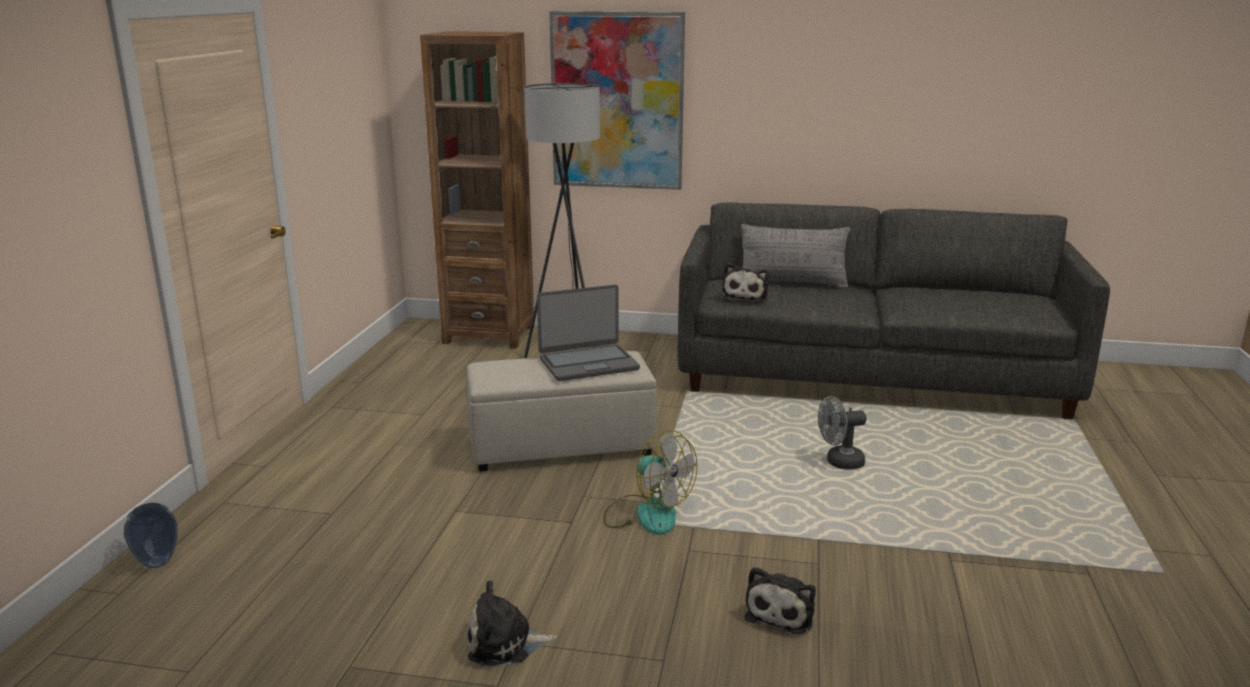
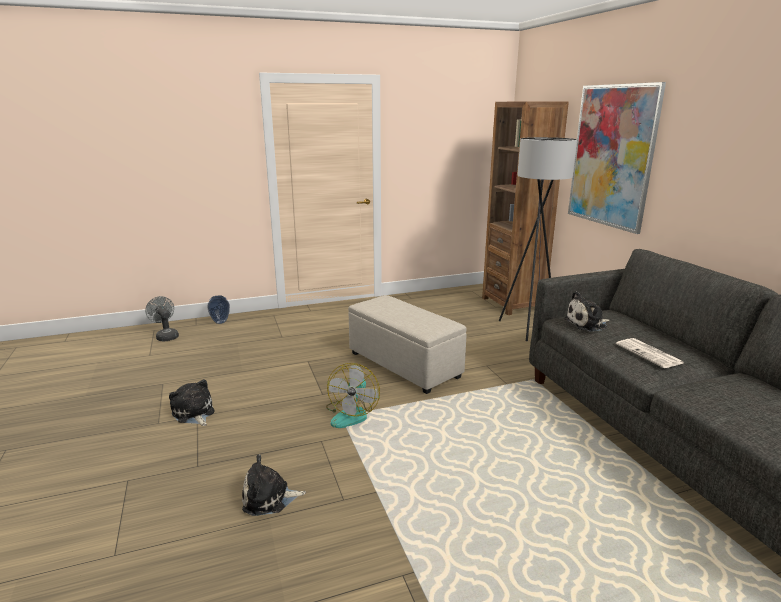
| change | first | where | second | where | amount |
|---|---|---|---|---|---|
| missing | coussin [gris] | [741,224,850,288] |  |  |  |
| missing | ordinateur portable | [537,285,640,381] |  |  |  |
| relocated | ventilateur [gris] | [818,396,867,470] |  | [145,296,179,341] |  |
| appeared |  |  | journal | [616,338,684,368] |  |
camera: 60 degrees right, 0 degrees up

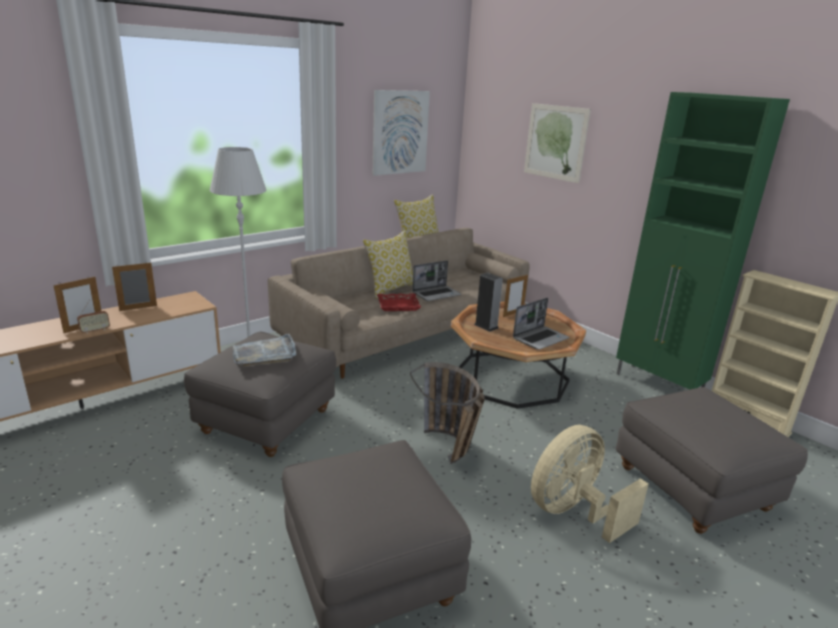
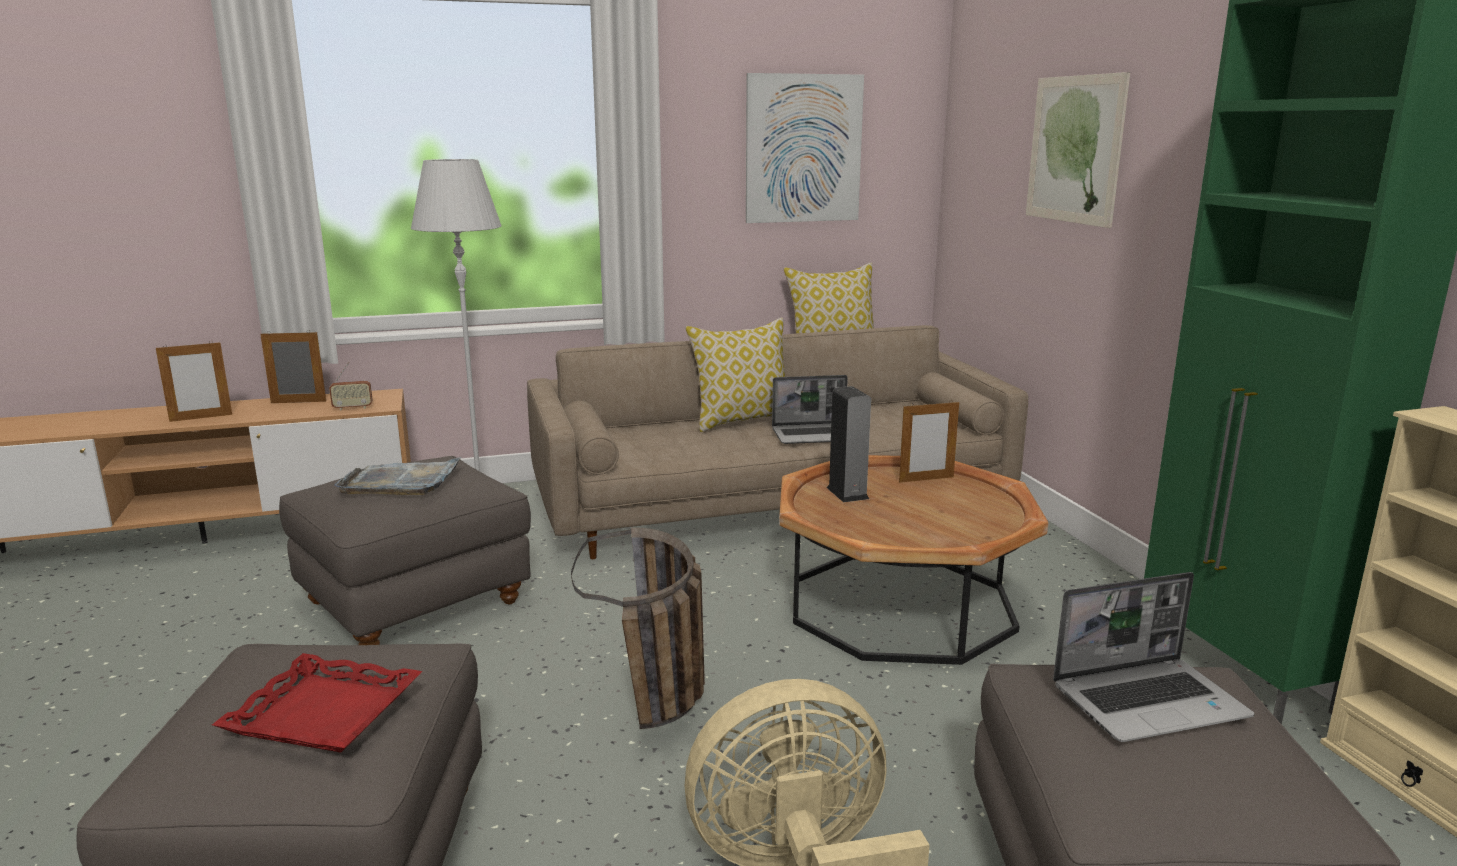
| change | first | where | second | where | amount |
|---|---|---|---|---|---|
| relocated | plateau [rouge] | [377,293,421,311] |  | [212,653,422,753] |  |
| relocated | ordinateur portable | [513,298,570,350] |  | [1053,572,1254,742] |  |
| relocated | radio | [77,300,110,334] |  | [329,362,373,410] |  |
camera: 25 degrees right, 5 degrees down

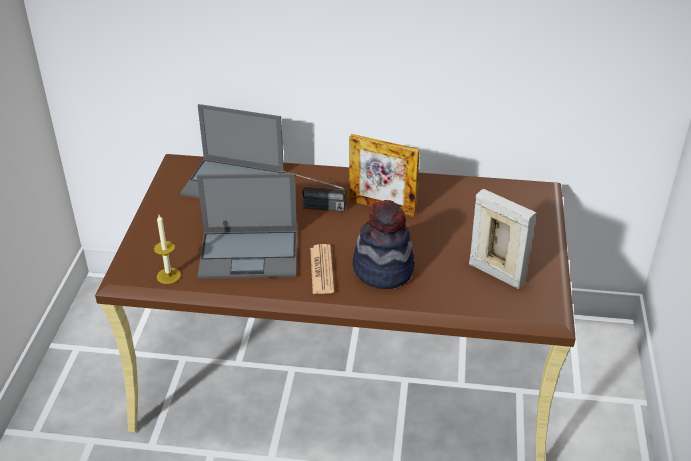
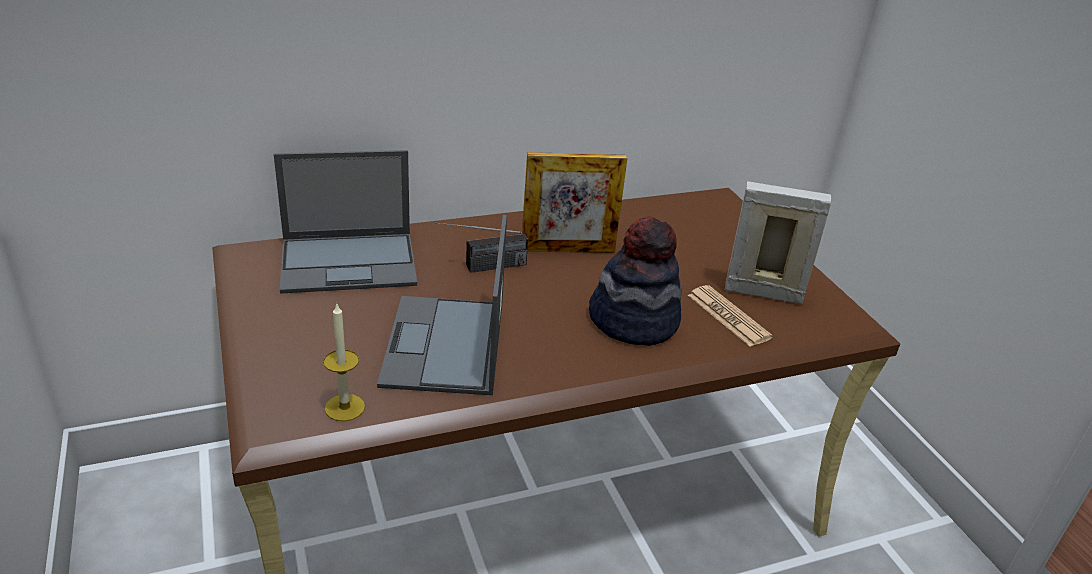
| change | first | where | second | where | amount |
|---|---|---|---|---|---|
| spun | ordinateur portable | [197,173,297,279] |  | [377,215,507,395] | 120 degrees clockwise |
| relocated | journal | [310,244,334,294] |  | [688,285,773,347] |  |
camera: 30 degrees left, 5 degrees down

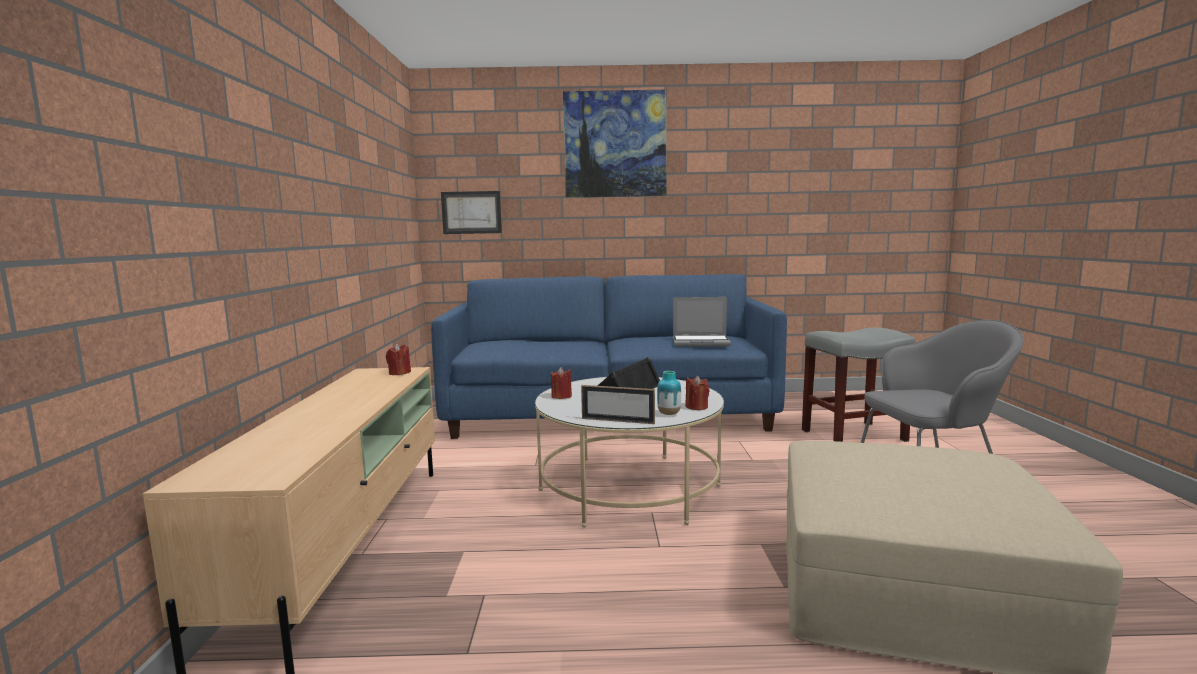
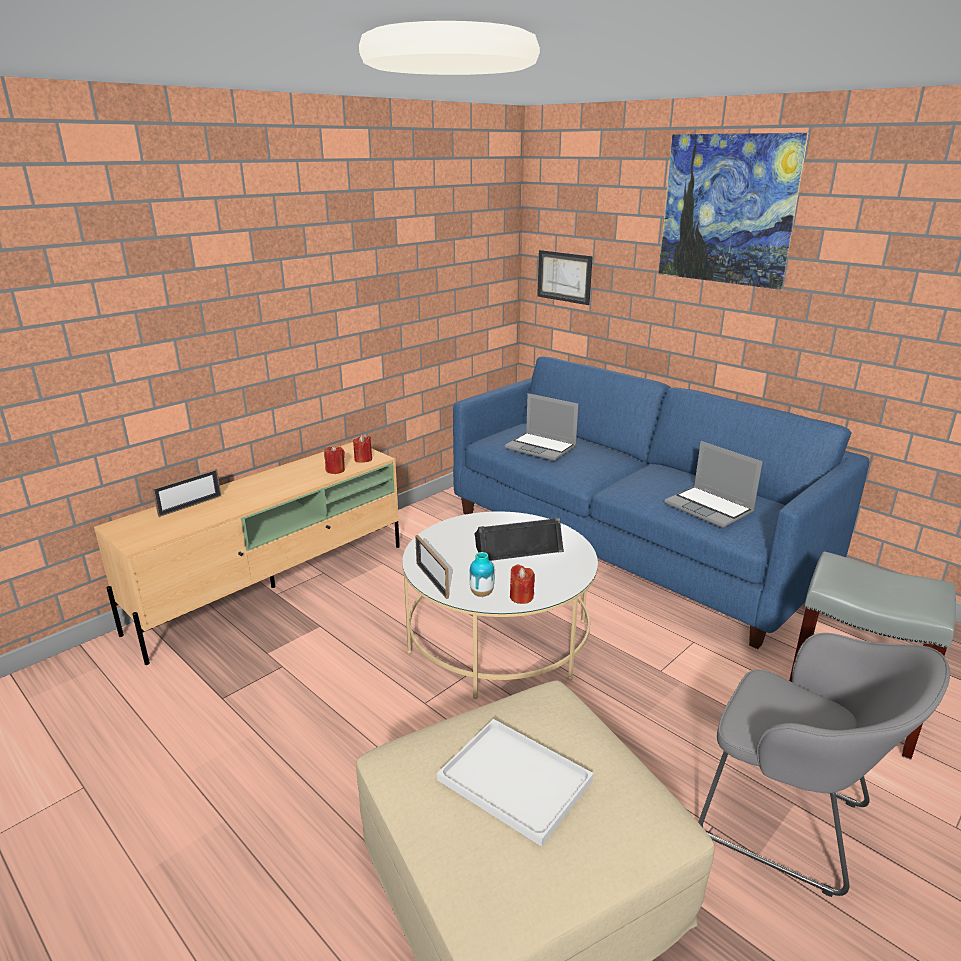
| change | first | where | second | where | amount |
|---|---|---|---|---|---|
| relocated | bougie [rouge] | [551,367,572,399] |  | [324,445,345,474] |  |
| appeared |  |  | ordinateur portable | [505,393,578,461] |  |
| appeared |  |  | cadre photo | [152,469,221,517] |  |
| appeared |  |  | plateau [blanc] | [437,719,594,846] |  |
camera: 45 degrees right, 15 degrees up

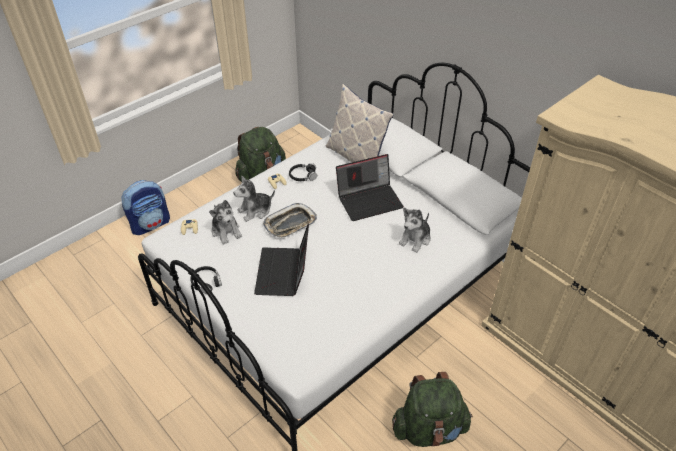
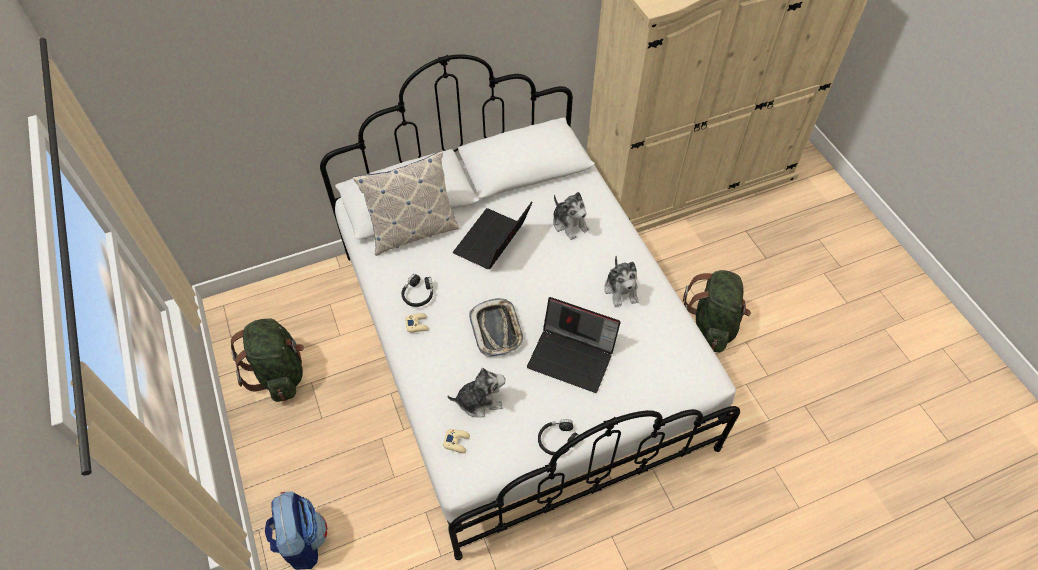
| change | first | where | second | where | amount |
|---|---|---|---|---|---|
| spun | ordinateur portable | [336,154,404,221] |  | [453,201,533,269] | 150 degrees counterclockwise |
| relocated | peluche | [233,176,275,222] |  | [604,255,639,307] |  |
camera: 70 degrees left, 10 degrees up

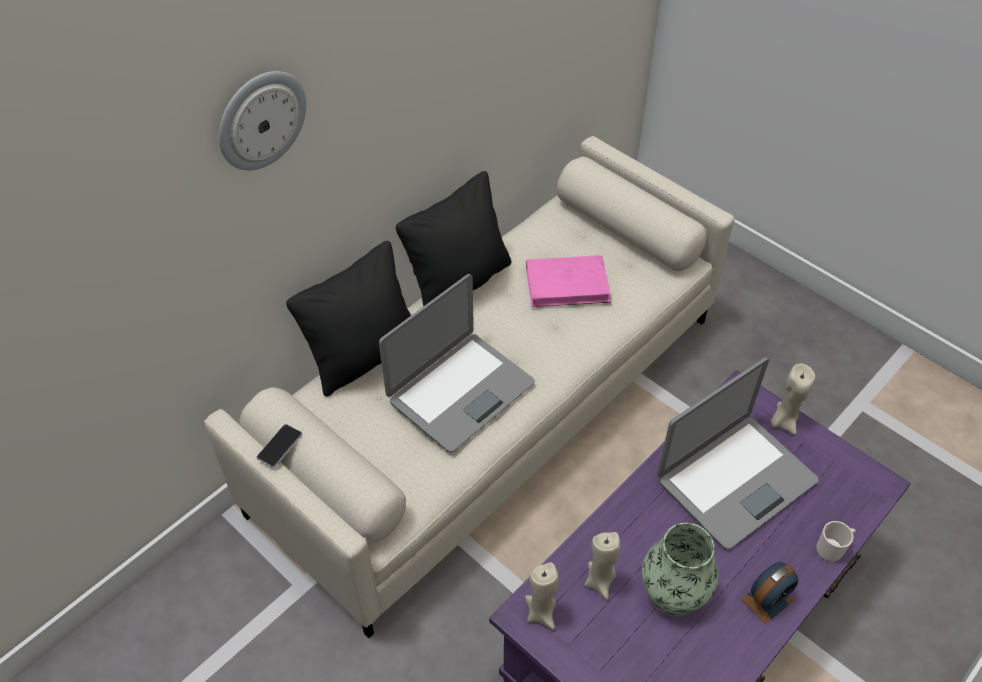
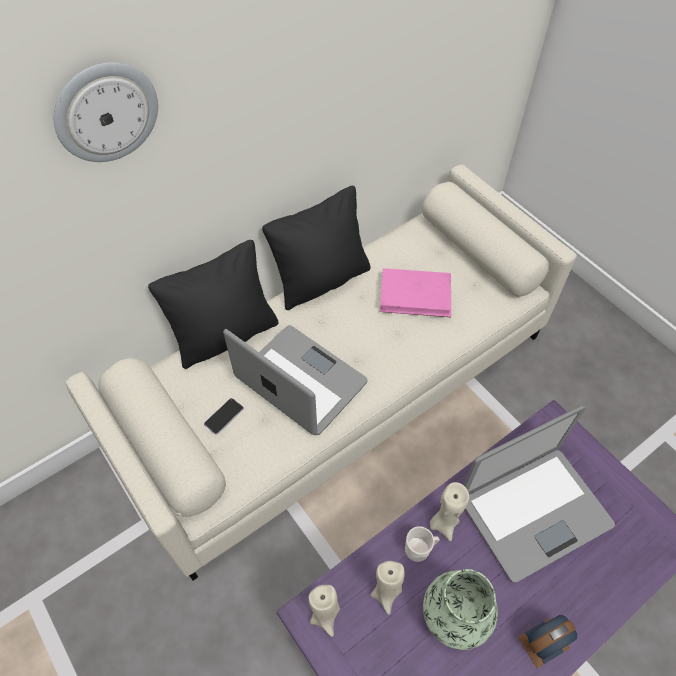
| change | first | where | second | where | amount |
|---|---|---|---|---|---|
| spun | ordinateur portable | [379,274,535,452] |  | [223,325,368,435] | 105 degrees counterclockwise |
| relocated | bougie [beige] | [770,364,815,435] |  | [430,482,469,541] |  |
| relocated | téléphone | [257,424,302,467] |  | [204,398,244,435] |  |
| relocated | mug | [816,521,856,562] |  | [405,526,440,562] |  |
camera: 10 degrees right, 5 degrees up

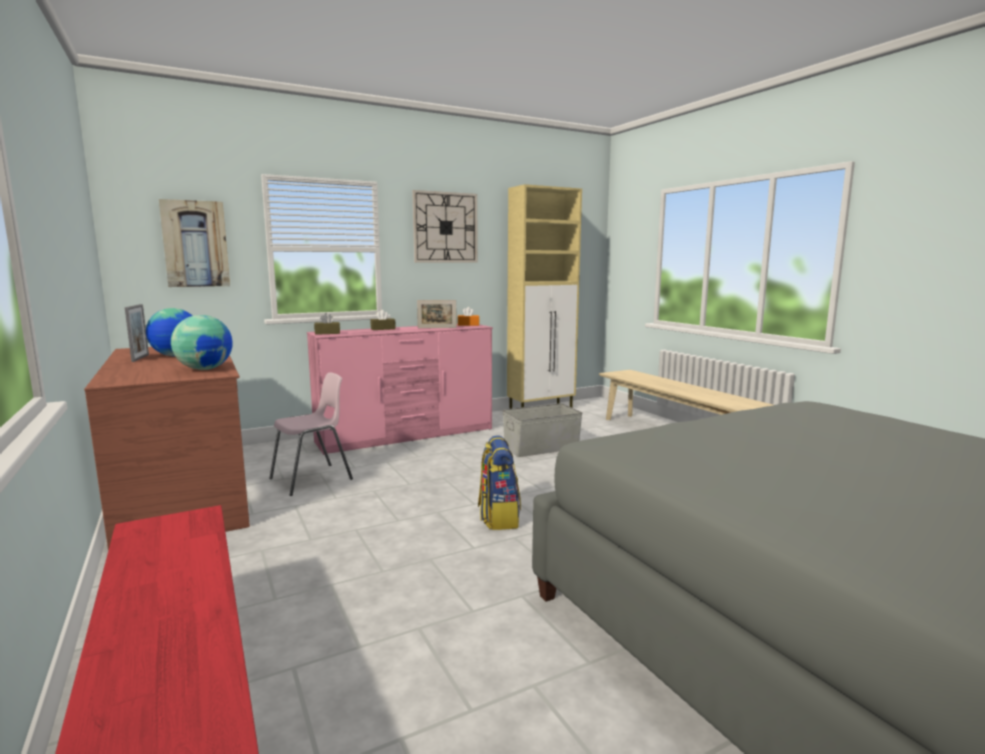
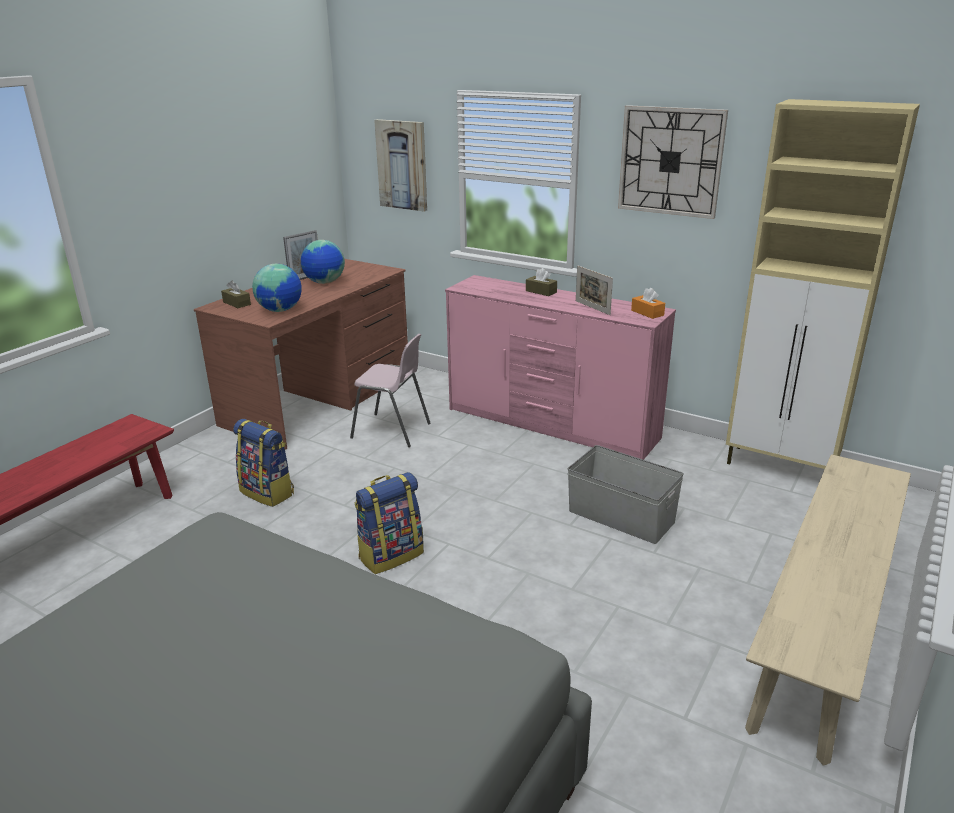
| change | first | where | second | where | amount |
|---|---|---|---|---|---|
| relocated | boîte à mouchoirs [marron] | [314,313,340,335] |  | [221,281,251,308] |  |
| appeared |  |  | sac à dos | [233,419,294,507] |  |
camera: 60 degrees right, 15 degrees up

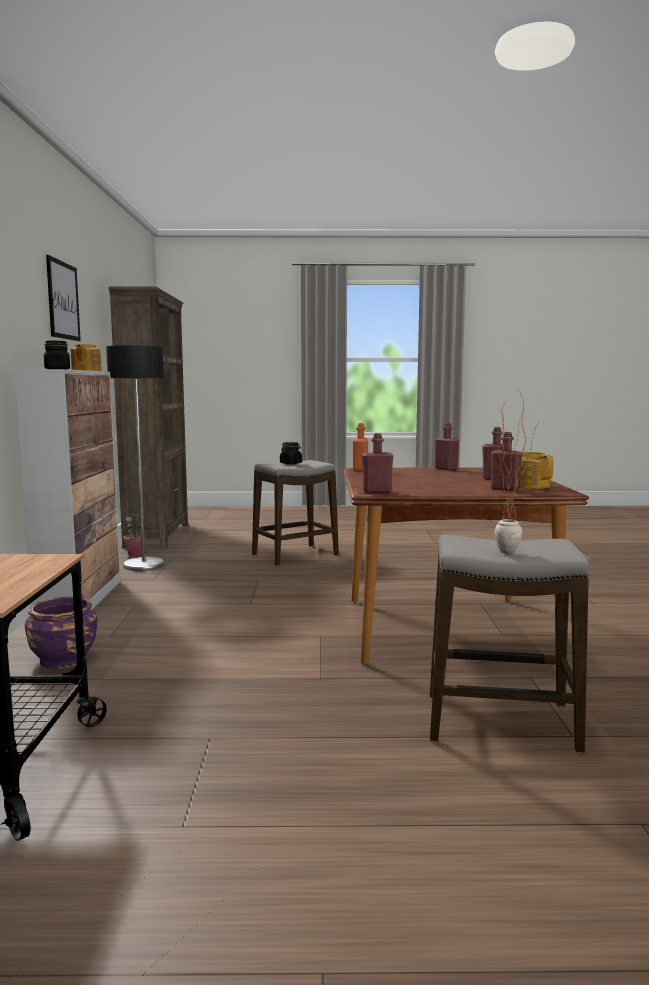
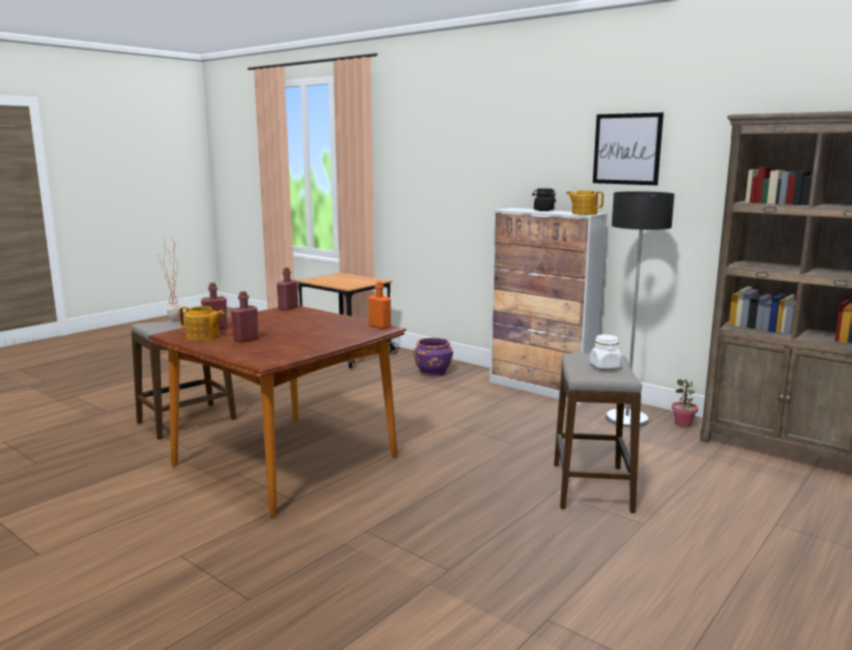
| change | first | where | second | where | amount |
|---|---|---|---|---|---|
| missing | bouteille [rouge] | [435,423,459,471] |  |  |  |
| colour | bocal [noir] | [280,442,302,464] | bocal [blanc] | [590,335,622,369] |  |
camera: 130 degrees right, 5 degrees up

